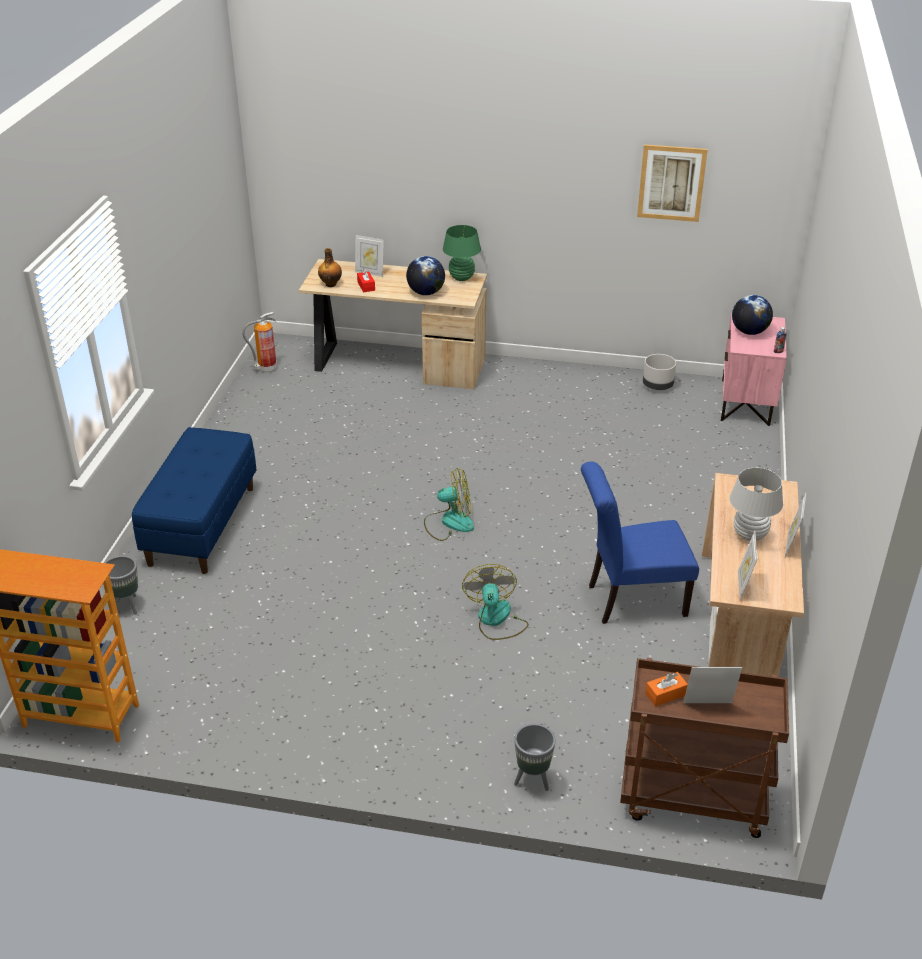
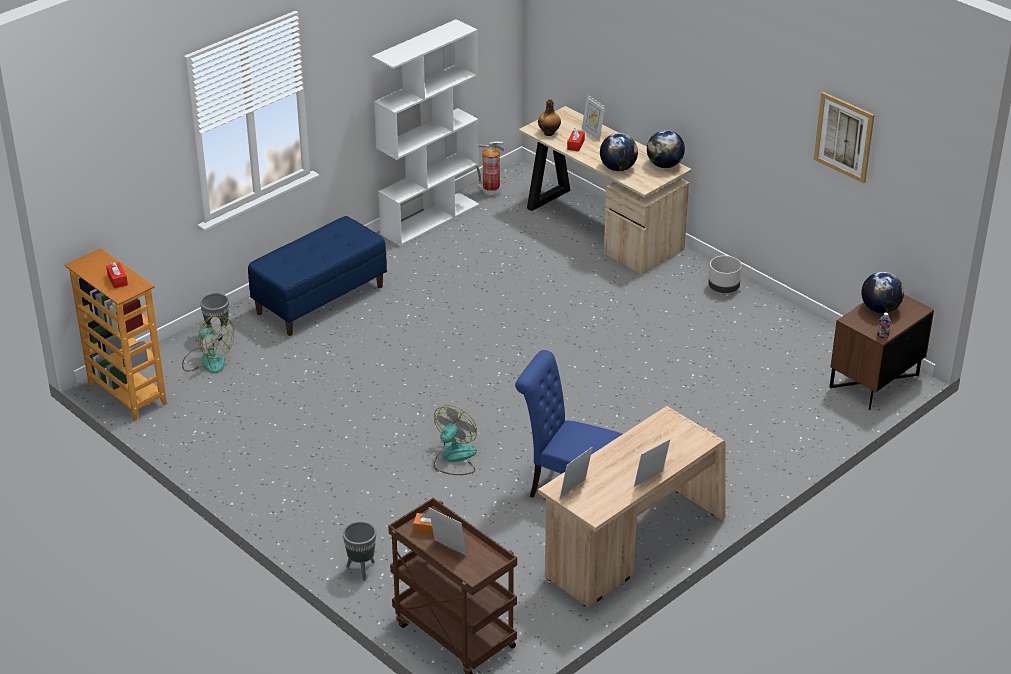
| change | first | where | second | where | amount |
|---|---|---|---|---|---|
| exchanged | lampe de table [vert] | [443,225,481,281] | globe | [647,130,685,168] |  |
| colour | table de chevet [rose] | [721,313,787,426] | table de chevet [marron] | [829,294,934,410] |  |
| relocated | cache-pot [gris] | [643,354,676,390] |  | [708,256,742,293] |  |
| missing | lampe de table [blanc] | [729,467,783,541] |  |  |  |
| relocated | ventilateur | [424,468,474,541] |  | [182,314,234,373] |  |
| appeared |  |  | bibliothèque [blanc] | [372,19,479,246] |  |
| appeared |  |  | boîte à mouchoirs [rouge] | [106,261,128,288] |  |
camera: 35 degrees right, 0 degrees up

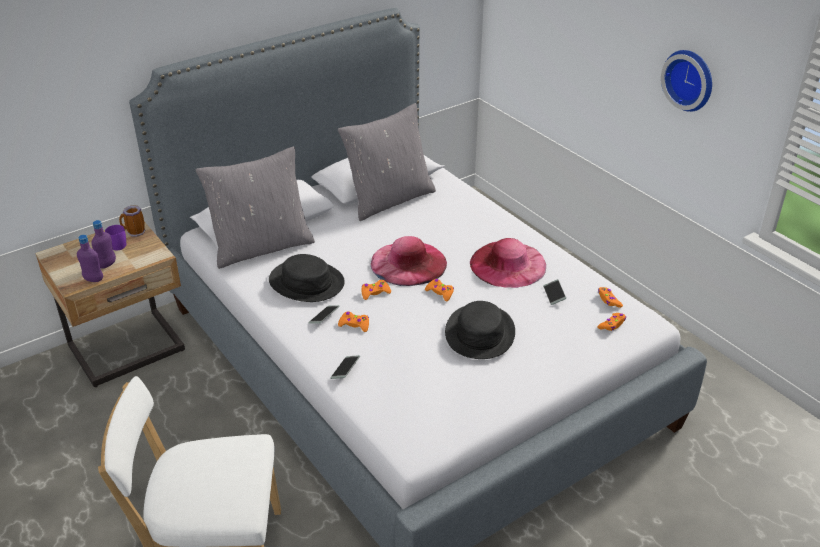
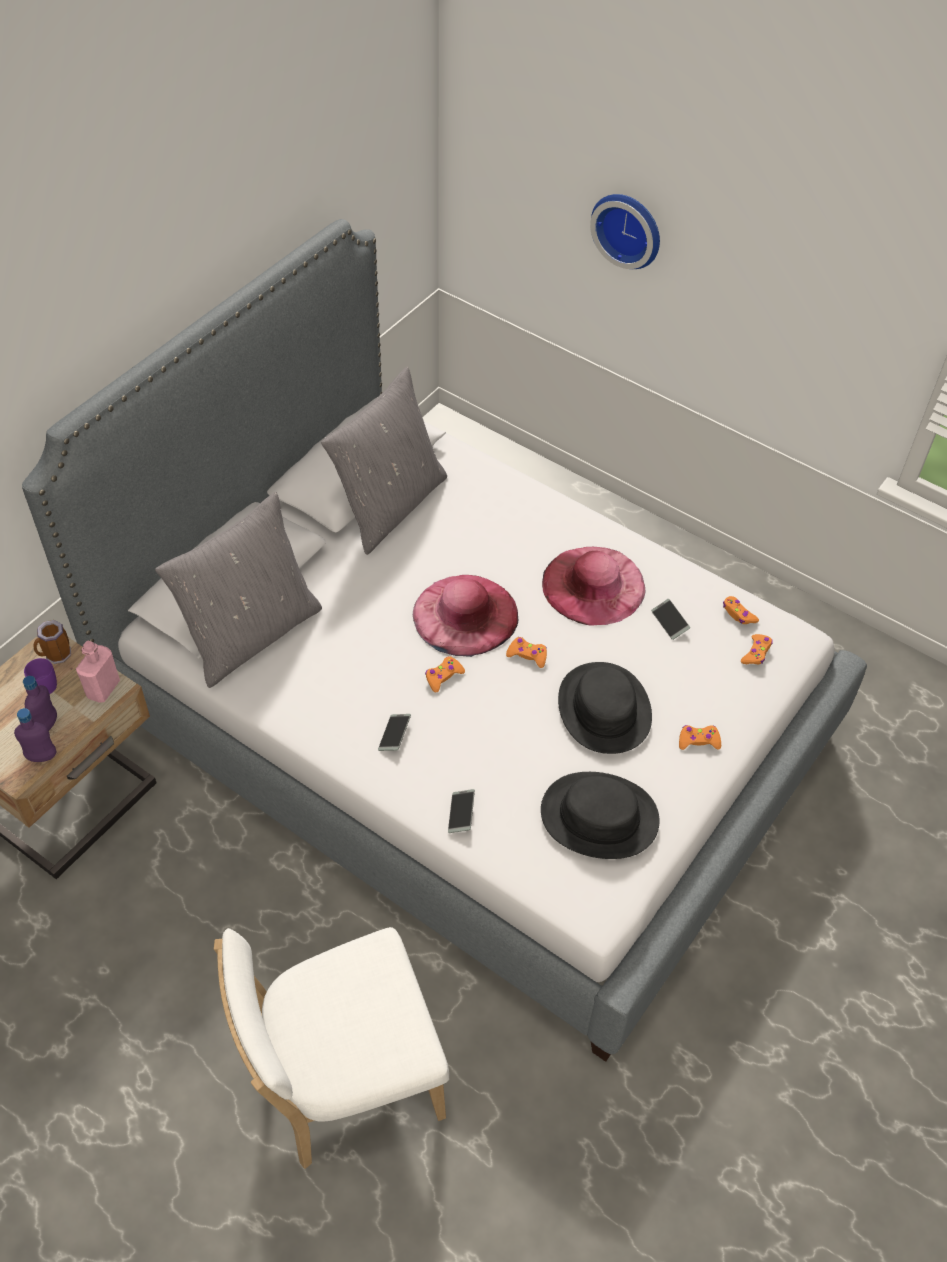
| change | first | where | second | where | amount |
|---|---|---|---|---|---|
| relocated | horloge murale | [661,50,712,112] |  | [590,194,660,269] |  |
| relocated | chapeau [noir] | [269,254,345,302] |  | [541,772,660,859] |  |
| relocated | manette [orange] | [338,311,369,332] |  | [679,725,721,750] |  |
| appeared |  |  | bouteille [rose] | [76,641,120,703] |  |
camera: 20 degrees left, 15 degrees up

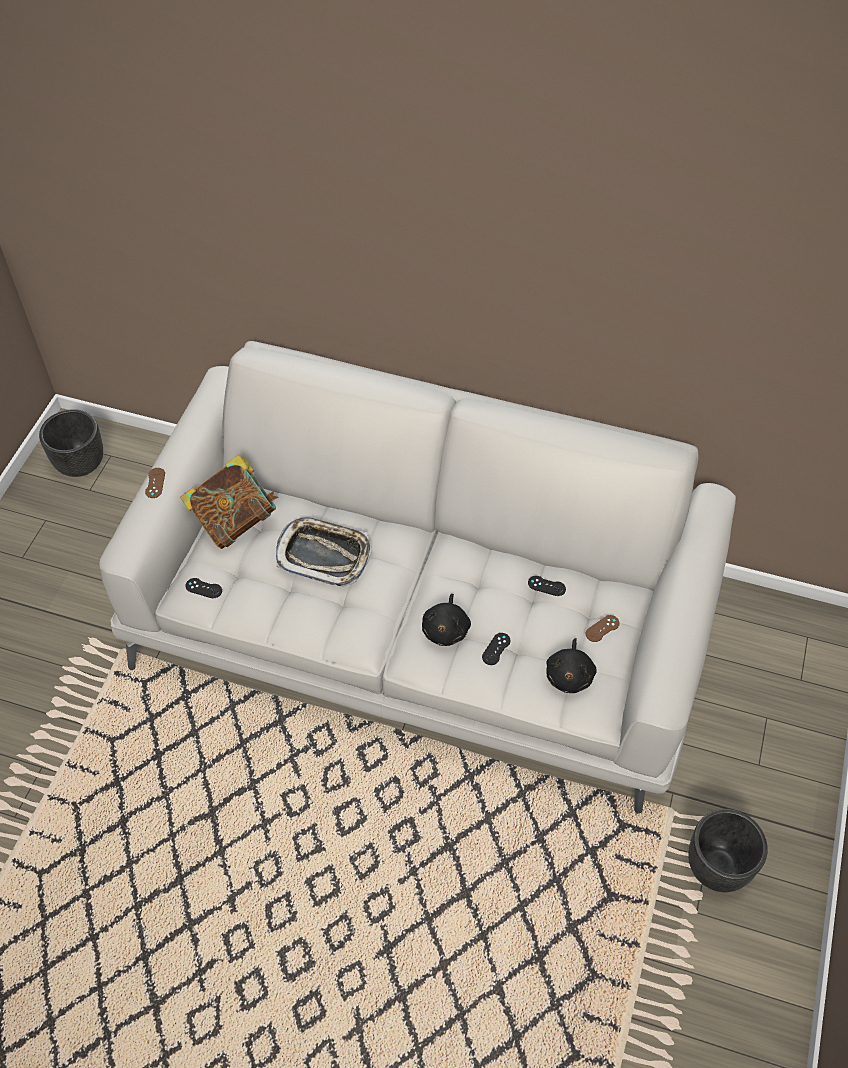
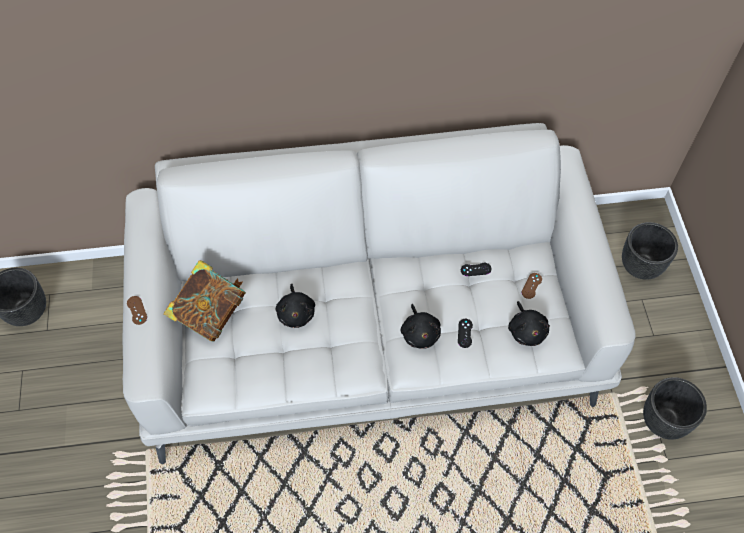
| change | first | where | second | where | amount |
|---|---|---|---|---|---|
| exchanged | plateau | [276,517,371,586] | peluche [noir] | [276,284,315,328] |  |
| missing | manette [noir] | [185,578,222,598] |  |  |  |
| appeared |  |  | cache-pot [noir] | [622,222,678,280] |  |
camera: 25 degrees left, 5 degrees up

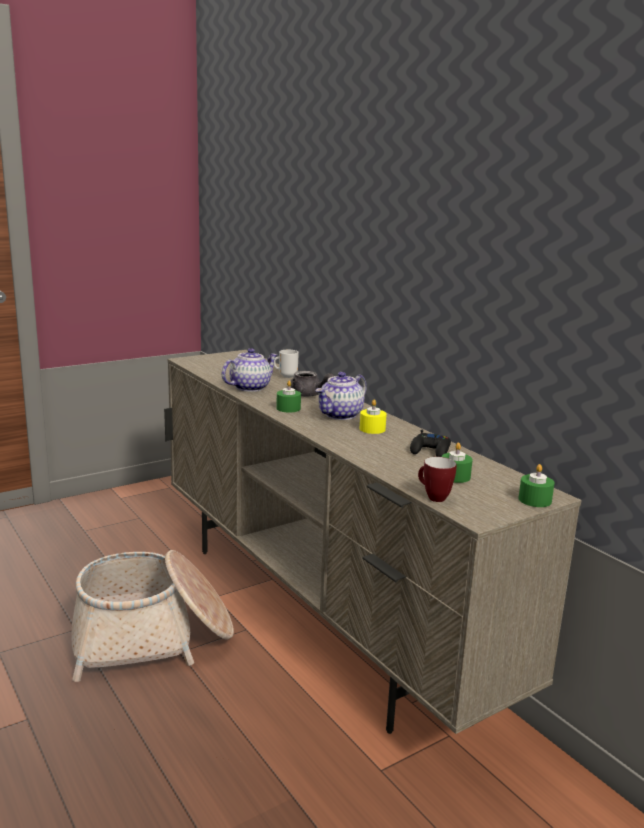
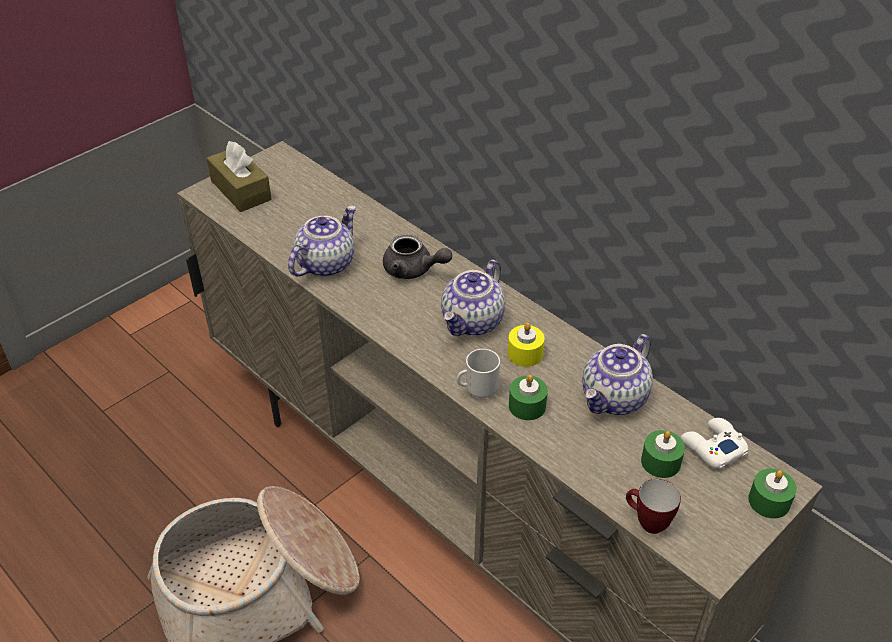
| change | first | where | second | where | amount |
|---|---|---|---|---|---|
| relocated | mug | [273,350,299,378] |  | [456,349,500,398] |  |
| relocated | bougie [vert] | [276,380,301,413] |  | [509,375,548,420] |  |
| exchanged | manette [noir] | [410,430,451,457] | théière | [582,334,653,415] |  |
| appeared |  |  | boîte à mouchoirs [marron] | [207,141,272,212] |  |
| appeared |  |  | manette [blanc] | [681,418,748,469] |  |
camera: 10 degrees left, 25 degrees up

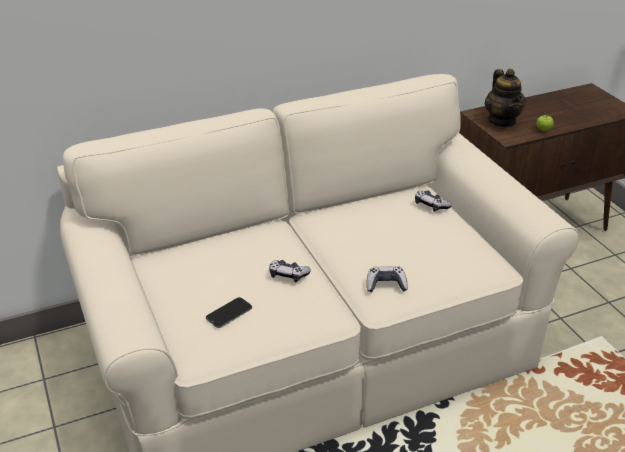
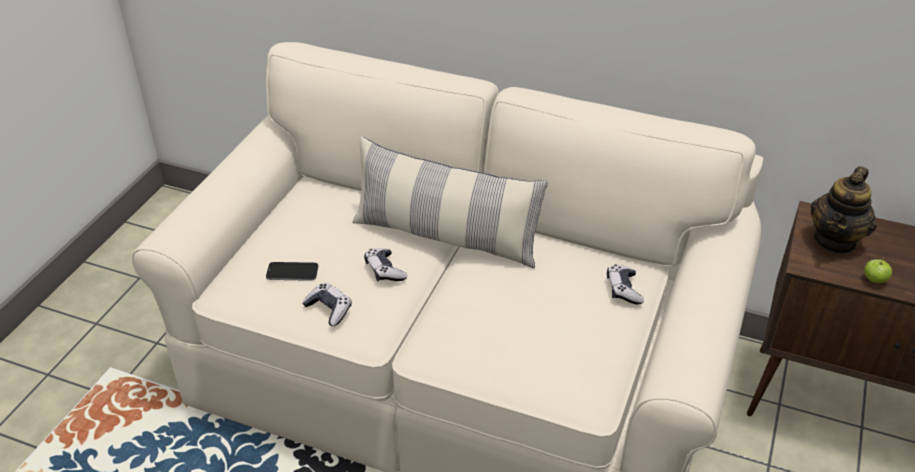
| change | first | where | second | where | amount |
|---|---|---|---|---|---|
| relocated | manette | [367,266,408,292] |  | [302,283,352,326] |  |
| appeared |  |  | coussin | [352,136,548,268] |  |
camera: 45 degrees right, 5 degrees up

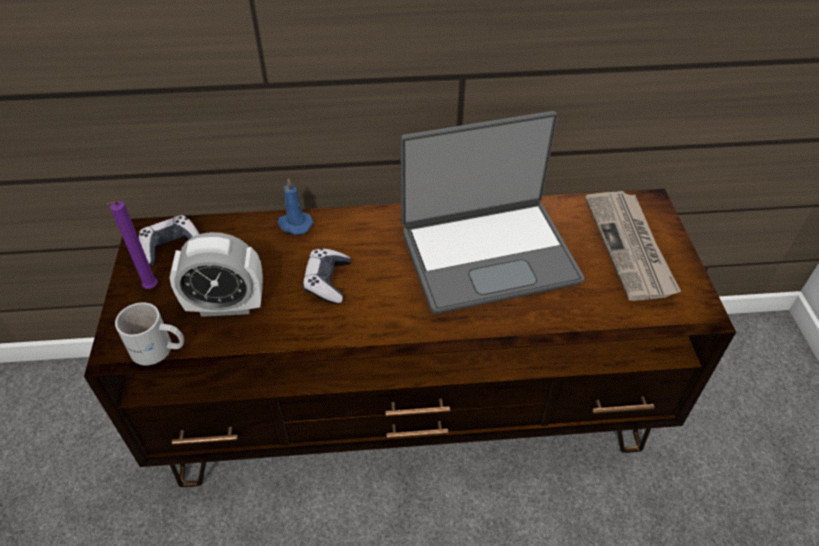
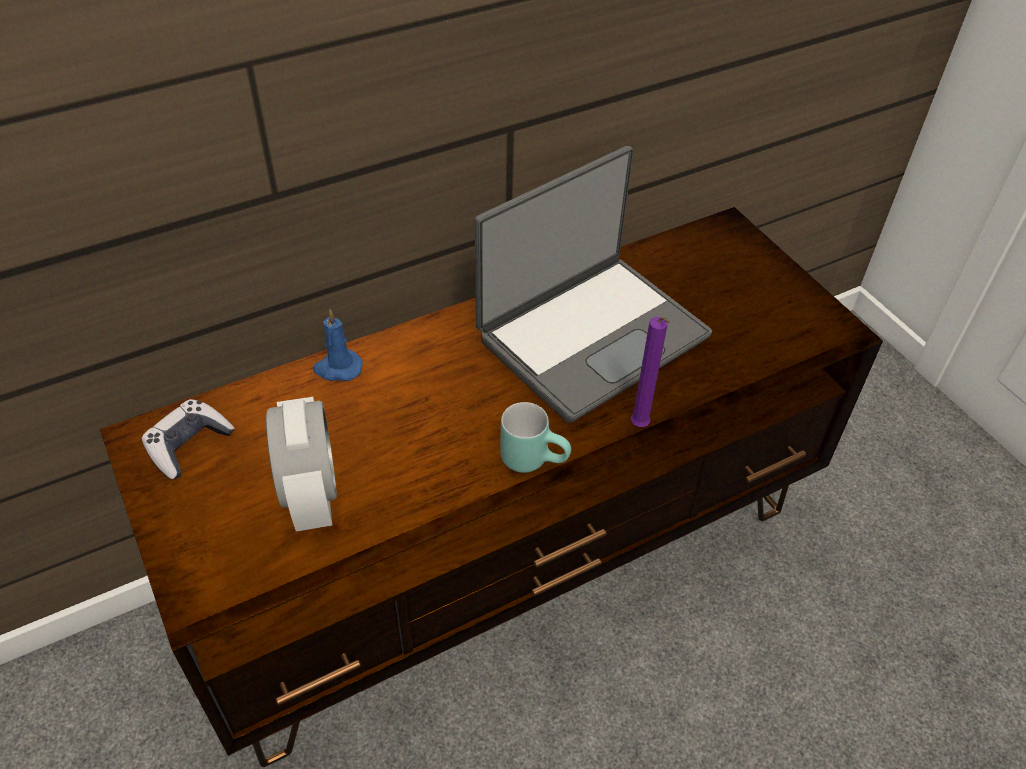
| change | first | where | second | where | amount |
|---|---|---|---|---|---|
| missing | journal | [585,191,681,301] |  |  |  |
| relocated | bougie [violet] | [107,201,158,289] |  | [631,317,670,427] |  |
| spun | réveil | [170,232,263,317] |  | [266,397,337,532] | 75 degrees counterclockwise |
| missing | manette | [303,248,351,304] |  |  |  |
| missing | mug [blanc] | [115,302,184,365] |  |  |  |
| appeared |  |  | mug [turquoise] | [500,402,571,473] |  |
camera: 25 degrees left, 0 degrees up

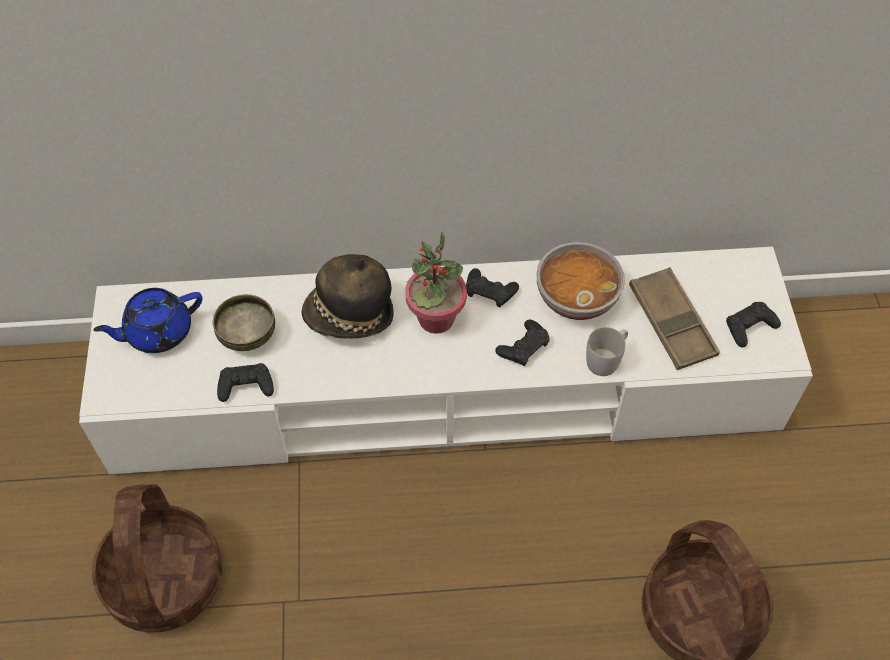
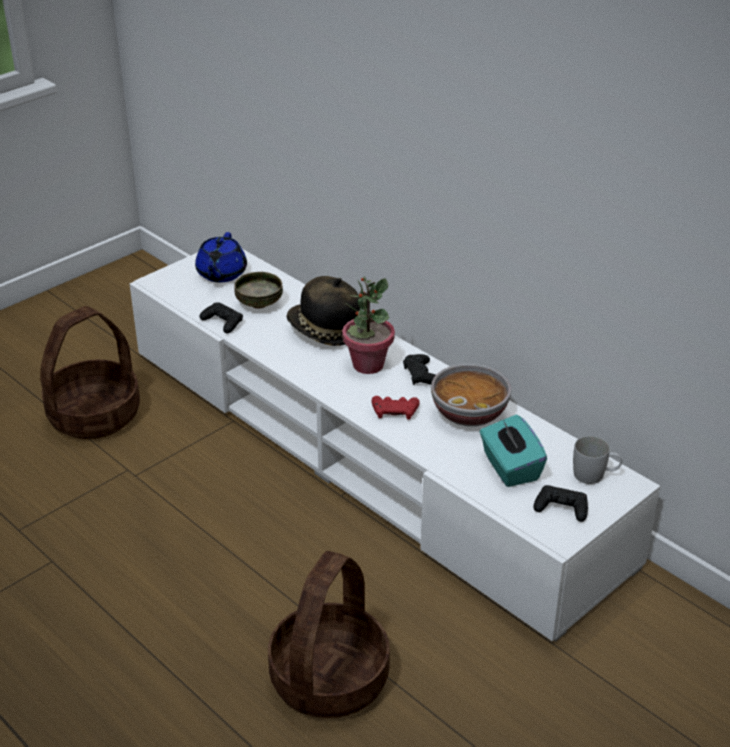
| change | first | where | second | where | amount |
|---|---|---|---|---|---|
| exchanged | plateau [marron] | [629,267,720,370] | boîte à mouchoirs [turquoise] | [480,415,547,487] |  |
| spun | théière [bleu] | [93,288,202,353] |  | [195,232,247,282] | 105 degrees counterclockwise |
| colour | manette [noir] | [495,320,550,366] | manette [rouge] | [372,396,420,420] |  |
| relocated | mug [blanc] | [586,327,628,376] |  | [573,436,622,484] |  |
camera: 50 degrees right, 20 degrees down

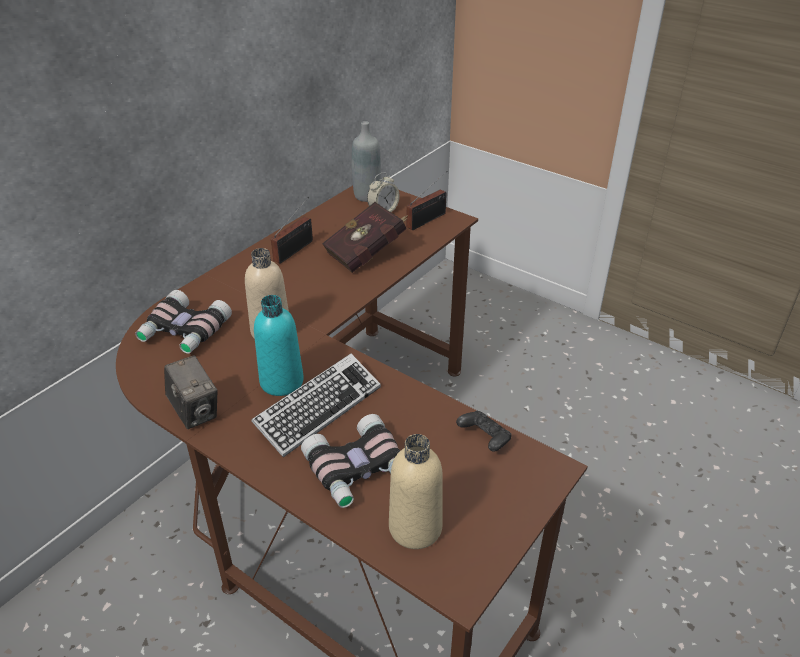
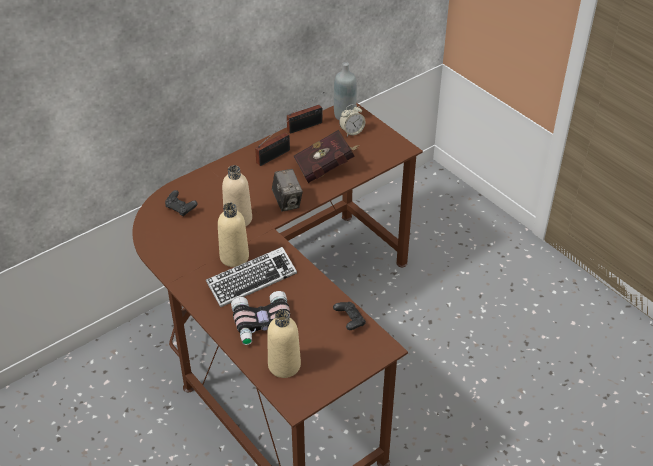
| change | first | where | second | where | amount |
|---|---|---|---|---|---|
| relocated | radio | [407,171,447,230] |  | [287,92,324,134] |  |
| exchanged | jumelles | [135,290,232,354] | manette [noir] | [165,190,198,217] |  |
| colour | bouteille [turquoise] | [254,295,304,396] | bouteille [beige] | [218,203,249,267] |  |
| relocated | appareil photo | [164,355,218,429] |  | [272,169,303,212] |  |
camera: 15 degrees right, 5 degrees up

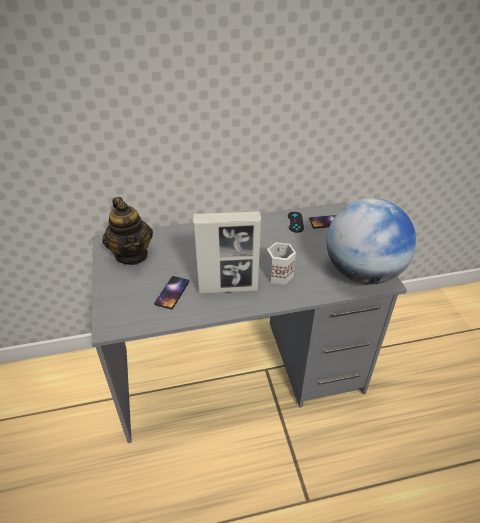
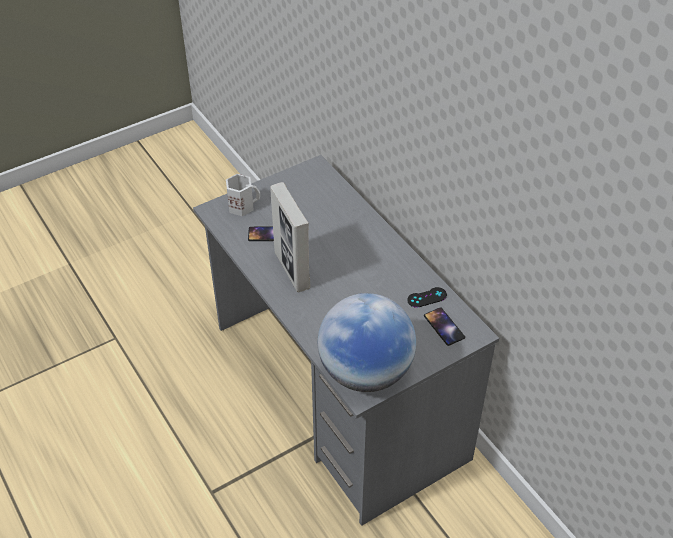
| change | first | where | second | where | amount |
|---|---|---|---|---|---|
| missing | théière | [102,197,153,265] |  |  |  |
| relocated | mug [blanc] | [266,242,296,285] |  | [226,174,260,216] |  |
camera: 70 degrees right, 5 degrees up

